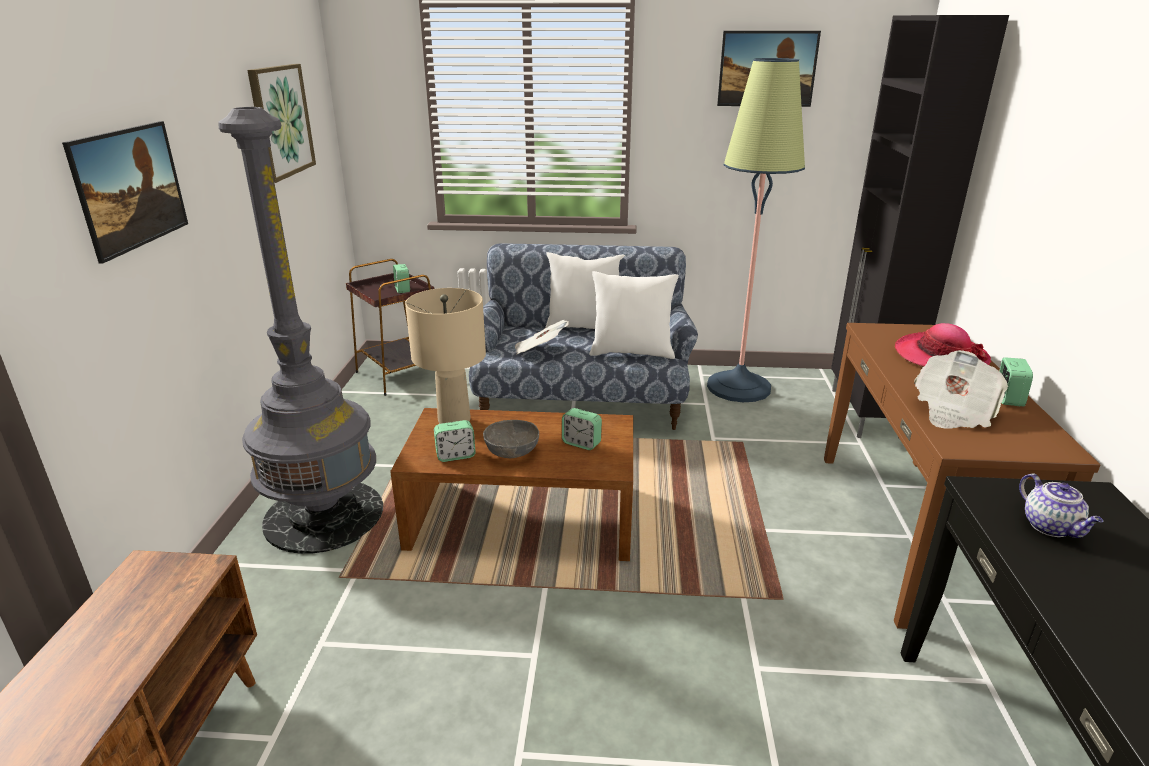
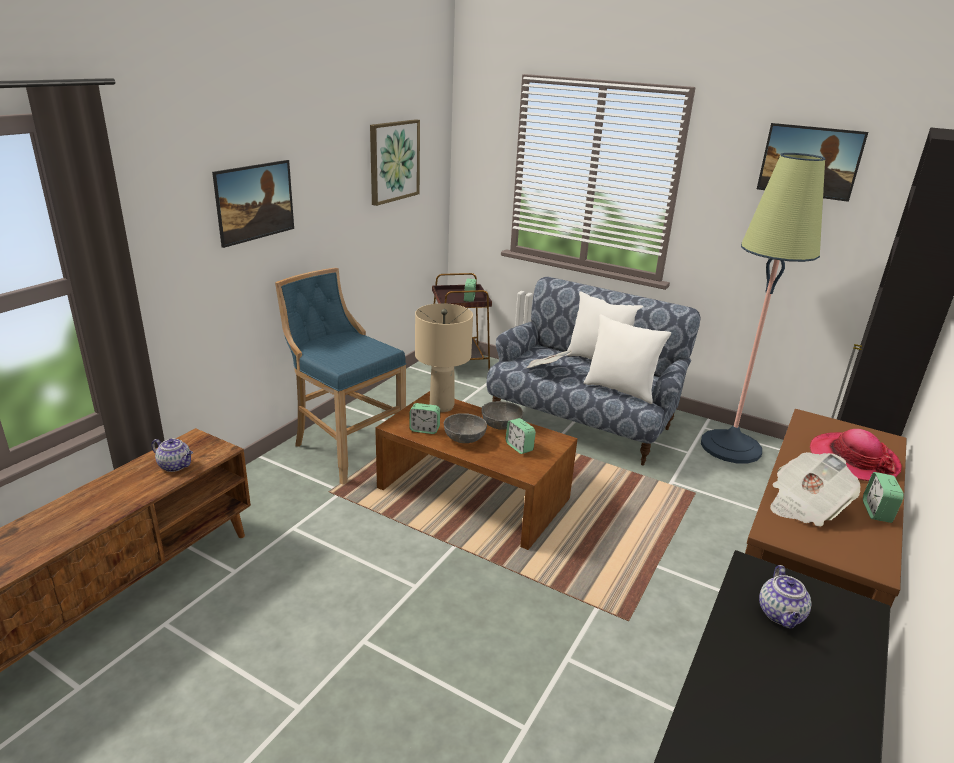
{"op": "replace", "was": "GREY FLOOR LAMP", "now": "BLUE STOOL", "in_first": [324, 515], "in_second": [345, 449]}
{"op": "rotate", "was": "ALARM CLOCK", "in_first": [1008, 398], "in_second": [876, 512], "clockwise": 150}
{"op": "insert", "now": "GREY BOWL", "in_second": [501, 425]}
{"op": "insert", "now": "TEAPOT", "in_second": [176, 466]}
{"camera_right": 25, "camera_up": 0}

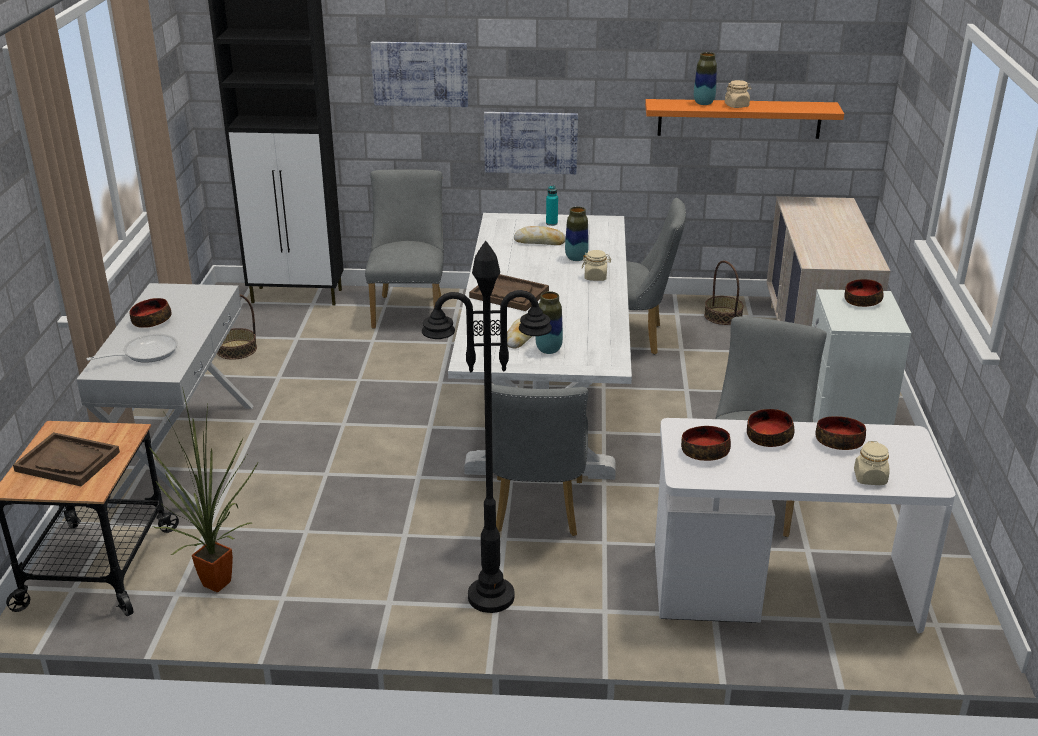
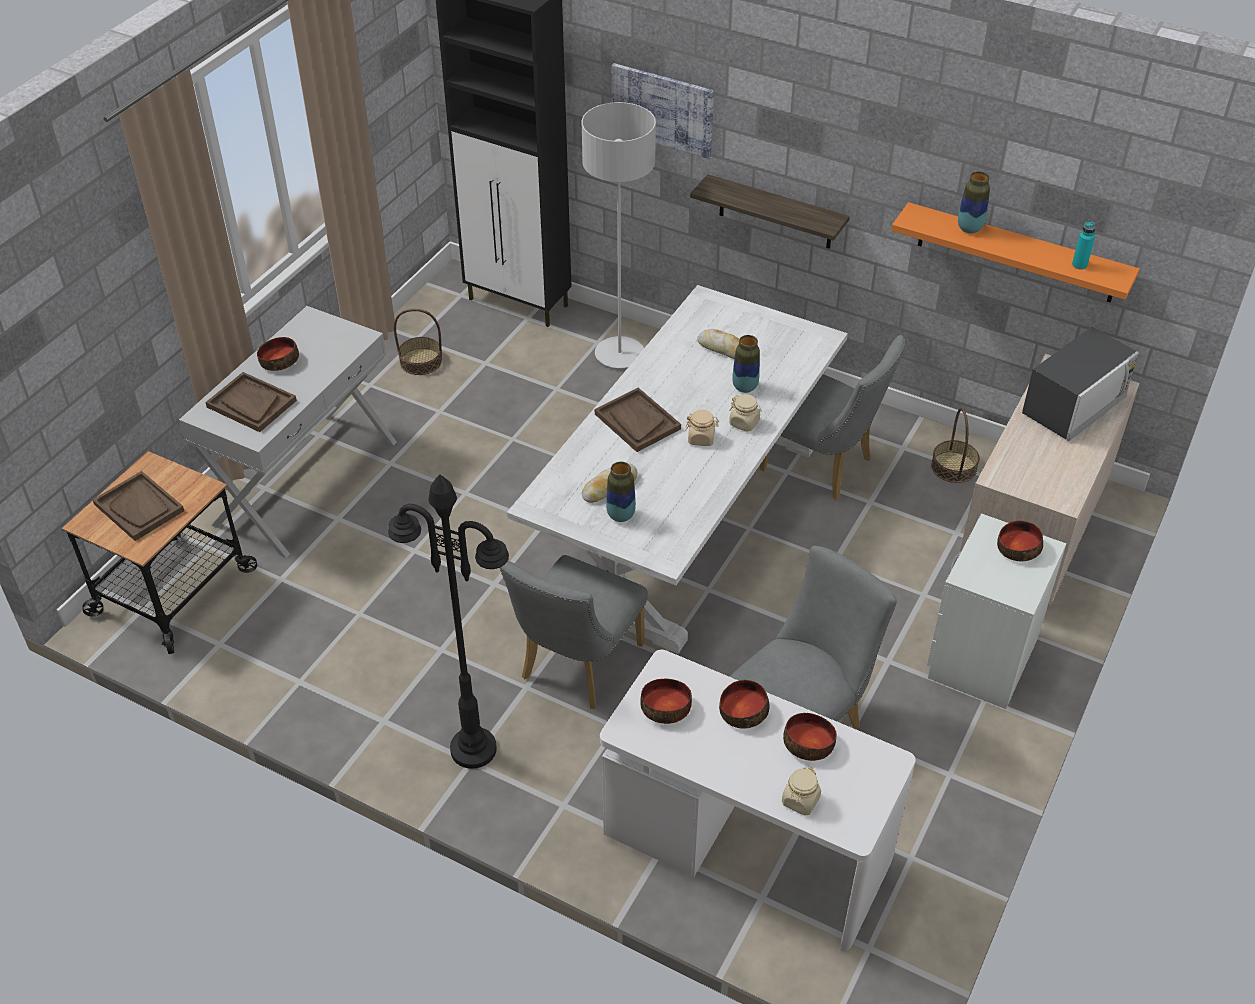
{"op": "move", "was": "BEIGE JAR", "in_first": [736, 105], "in_second": [701, 438]}
{"op": "replace", "was": "PICTURE", "now": "SHELF", "in_first": [530, 142], "in_second": [775, 213]}
{"op": "replace", "was": "GREY CHAIR", "now": "GREY FLOOR LAMP", "in_first": [409, 309], "in_second": [619, 354]}
{"op": "move", "was": "TURQUOISE BOTTLE", "in_first": [551, 223], "in_second": [1079, 265]}
{"op": "replace", "was": "FRYING PAN", "now": "BROWN TRAY", "in_first": [145, 353], "in_second": [251, 404]}
{"op": "delete", "was": "POTTED PLANT", "in_first": [221, 581]}
{"op": "insert", "now": "MICROWAVE", "in_second": [1074, 406]}
{"camera_right": 25, "camera_up": 15}

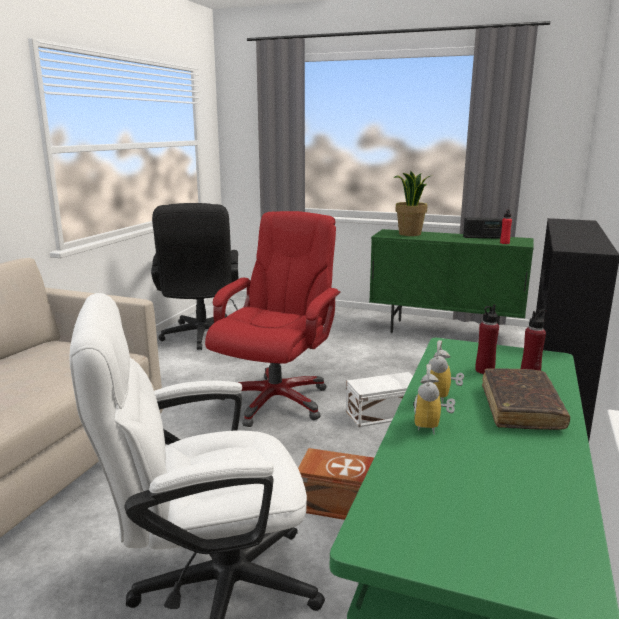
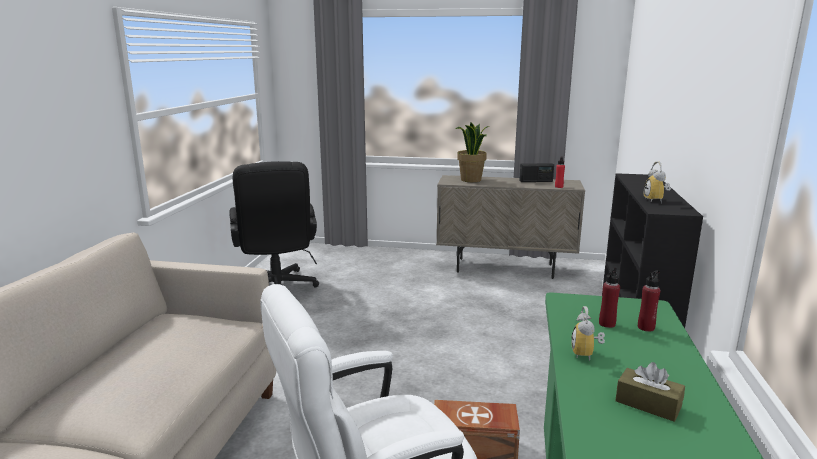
{"op": "delete", "was": "RED OFFICE CHAIR", "in_first": [275, 400]}
{"op": "recolor", "was": "GREEN CABINET", "now": "BEIGE CABINET", "in_first": [444, 332], "in_second": [505, 268]}
{"op": "move", "was": "ALARM CLOCK", "in_first": [432, 426], "in_second": [657, 200]}
{"op": "delete", "was": "BROWN BOOK", "in_first": [521, 408]}
{"op": "delete", "was": "WHITE STORAGE BOX", "in_first": [385, 414]}
{"op": "insert", "now": "BROWN TISSUE BOX", "in_second": [648, 404]}
{"camera_right": -10, "camera_up": 0}

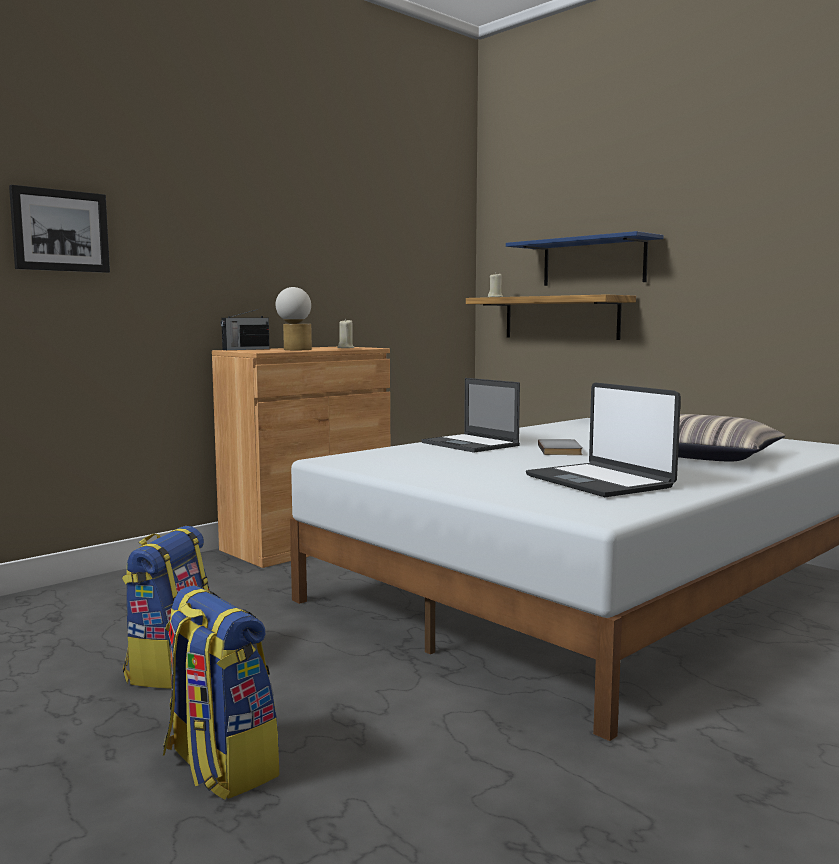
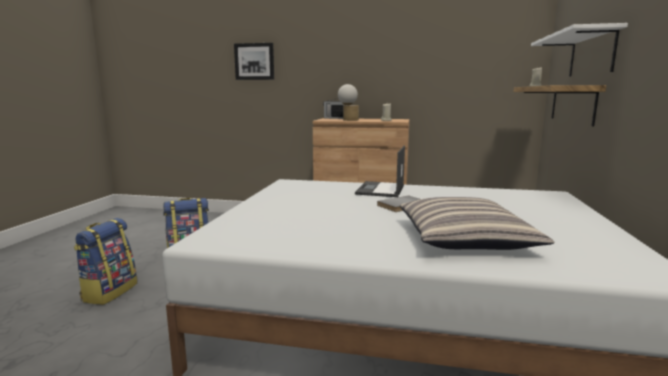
{"op": "recolor", "was": "BLUE SHELF", "now": "WHITE SHELF", "in_first": [593, 262], "in_second": [591, 54]}
{"op": "delete", "was": "LAPTOP", "in_first": [599, 482]}
{"camera_right": 55, "camera_up": 5}

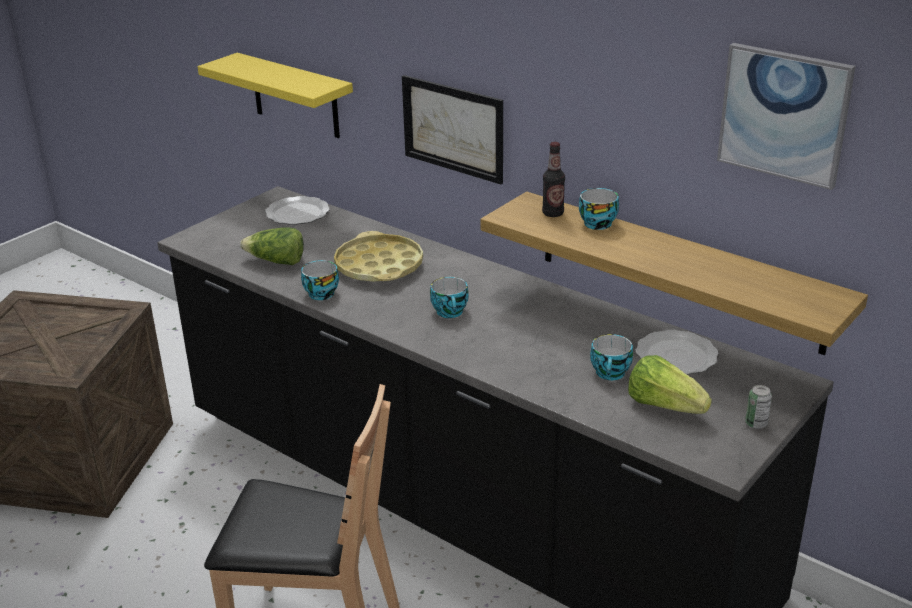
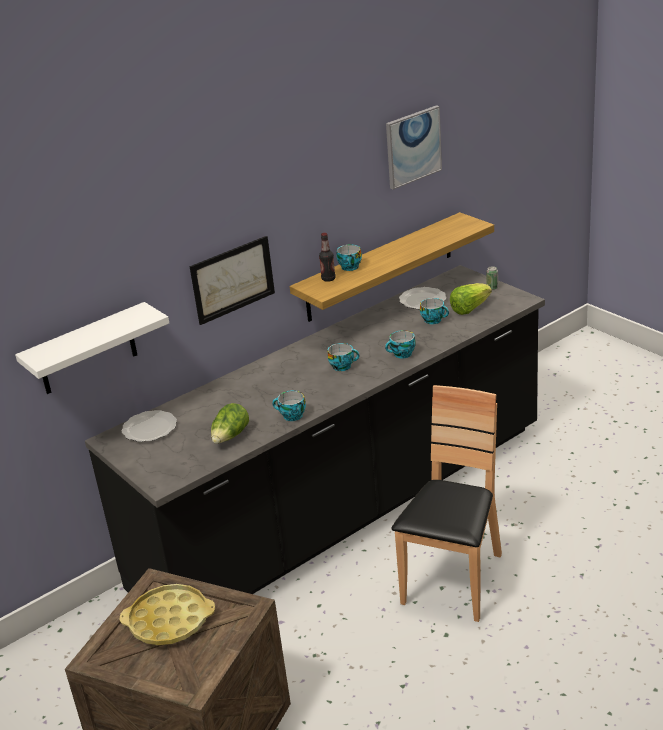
{"op": "recolor", "was": "YELLOW SHELF", "now": "WHITE SHELF", "in_first": [295, 96], "in_second": [87, 350]}
{"op": "move", "was": "YELLOW TRAY", "in_first": [379, 266], "in_second": [169, 621]}
{"op": "insert", "now": "CUP", "in_second": [402, 354]}
{"camera_right": -75, "camera_up": 0}

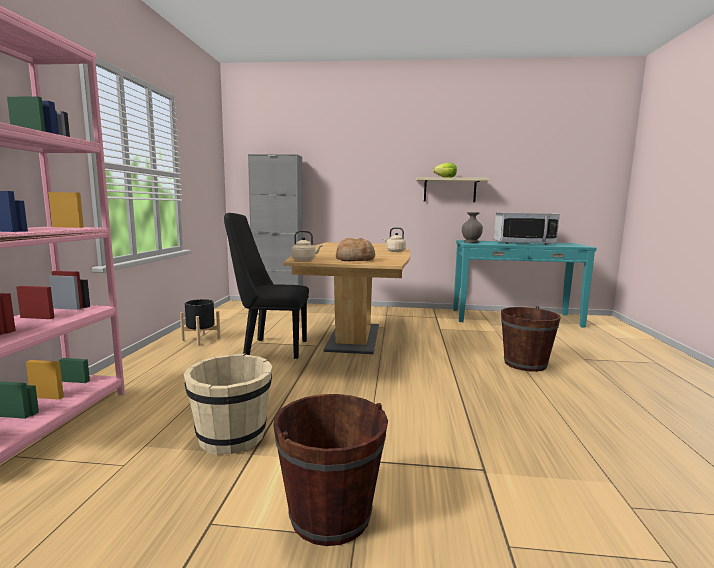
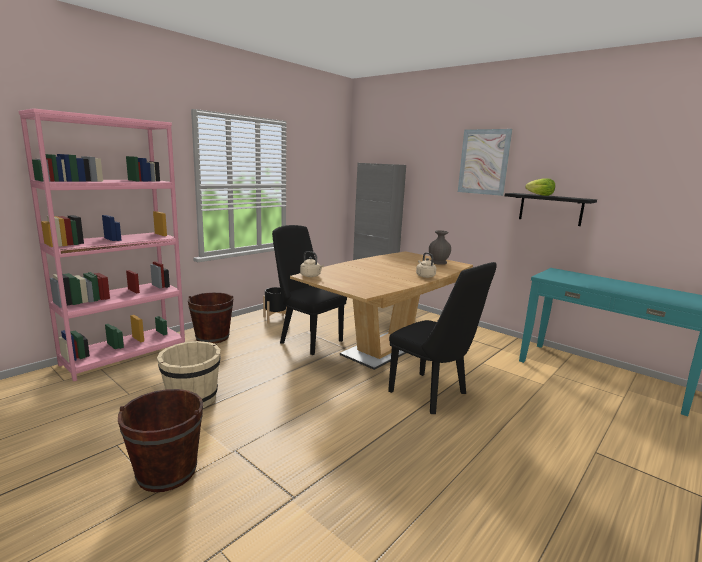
{"op": "recolor", "was": "BEIGE SHELF", "now": "BLACK SHELF", "in_first": [449, 190], "in_second": [550, 209]}
{"op": "move", "was": "GREY VASE", "in_first": [471, 242], "in_second": [438, 262]}
{"op": "delete", "was": "MICROWAVE", "in_first": [523, 243]}
{"op": "delete", "was": "BREAD", "in_first": [355, 259]}
{"op": "move", "was": "BROWN BUCKET", "in_first": [525, 364], "in_second": [212, 337]}
{"op": "insert", "now": "PICTURE", "in_second": [484, 162]}
{"op": "insert", "now": "BLACK CHAIR", "in_second": [433, 395]}
{"camera_right": 35, "camera_up": 5}

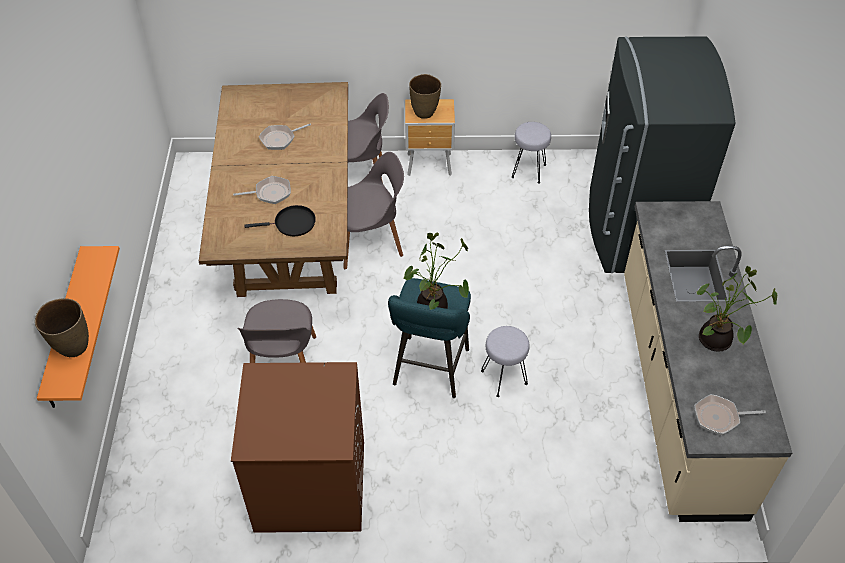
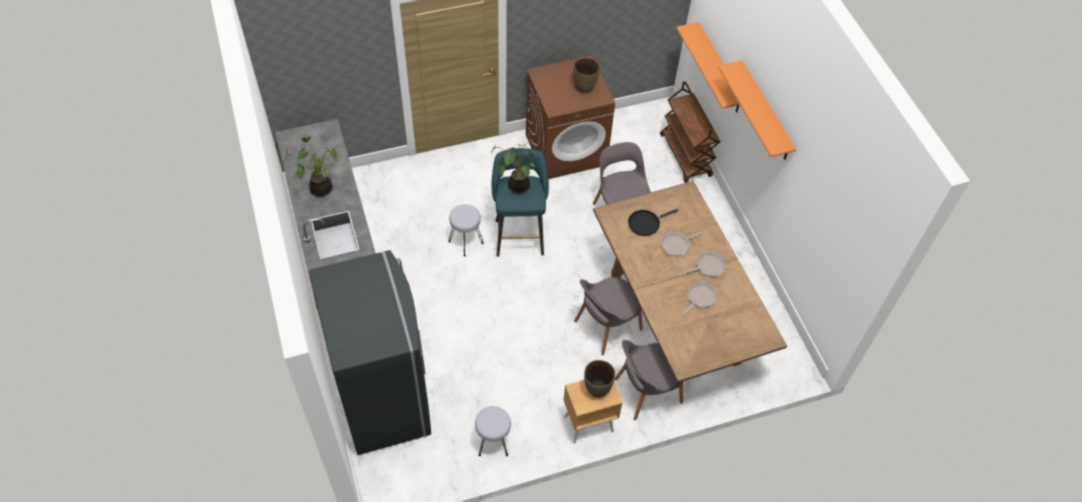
{"op": "move", "was": "BROWN VASE", "in_first": [73, 347], "in_second": [584, 87]}
{"op": "move", "was": "FRYING PAN", "in_first": [719, 417], "in_second": [708, 266]}
{"op": "insert", "now": "ORANGE SHELF", "in_second": [765, 112]}
{"op": "insert", "now": "BROWN CART", "in_second": [685, 156]}
{"camera_right": 160, "camera_up": 5}

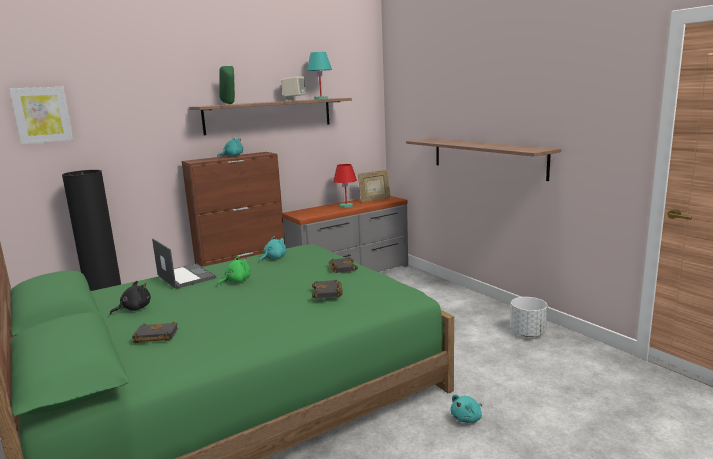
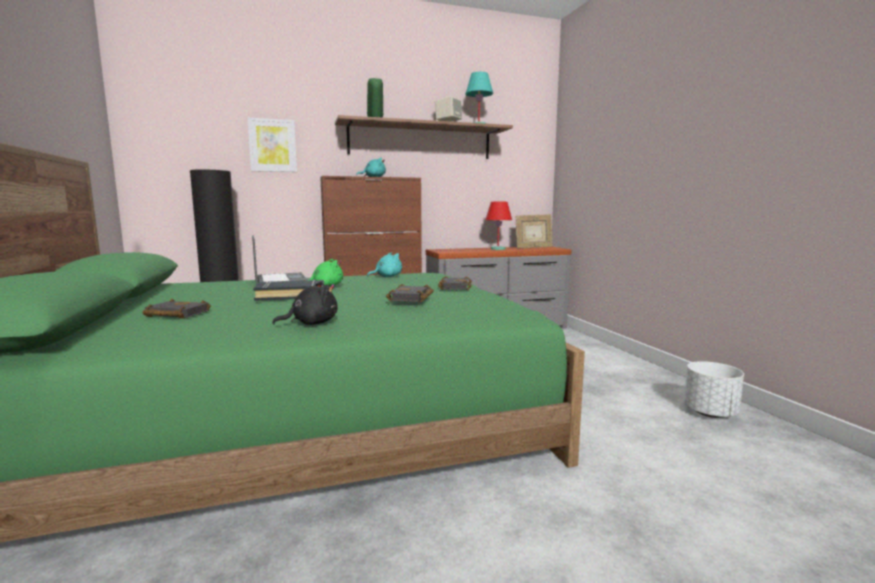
{"op": "move", "was": "PICTURE", "in_first": [42, 115], "in_second": [272, 145]}
{"op": "delete", "was": "SHELF", "in_first": [487, 157]}
{"op": "move", "was": "BLACK PLUSH TOY", "in_first": [134, 309], "in_second": [311, 323]}
{"op": "delete", "was": "TURQUOISE PLUSH TOY", "in_first": [467, 418]}
{"op": "insert", "now": "BLACK BOOK", "in_second": [291, 295]}
{"camera_right": 15, "camera_up": -5}

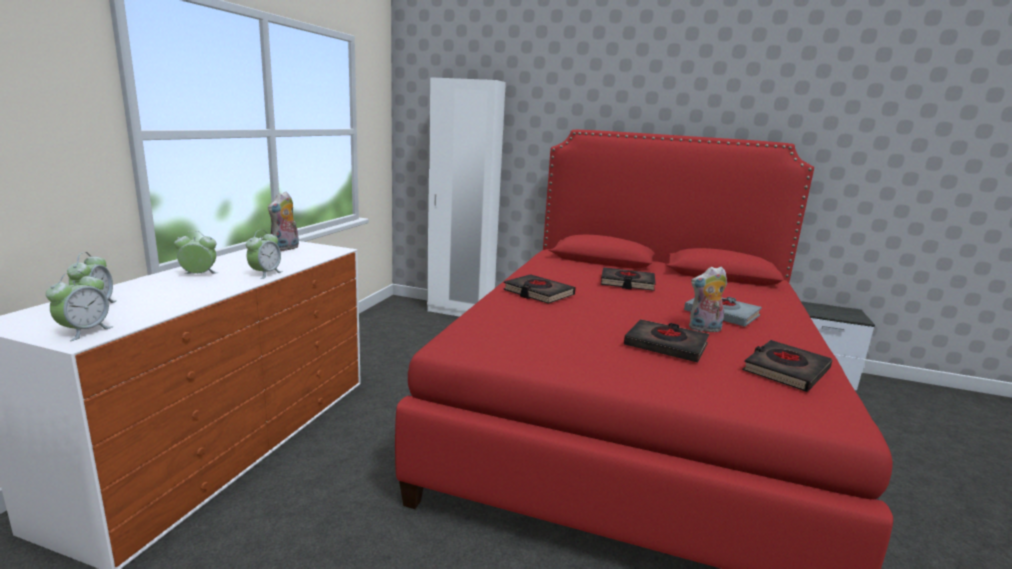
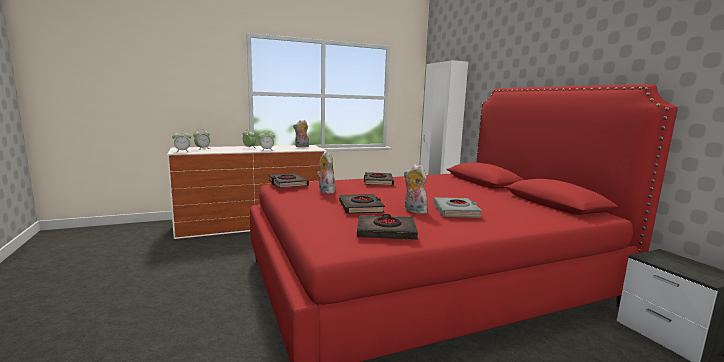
{"op": "move", "was": "BLACK BOOK", "in_first": [627, 283], "in_second": [287, 184]}
{"op": "insert", "now": "PLUSH TOY", "in_second": [325, 191]}
{"camera_right": 50, "camera_up": -5}

